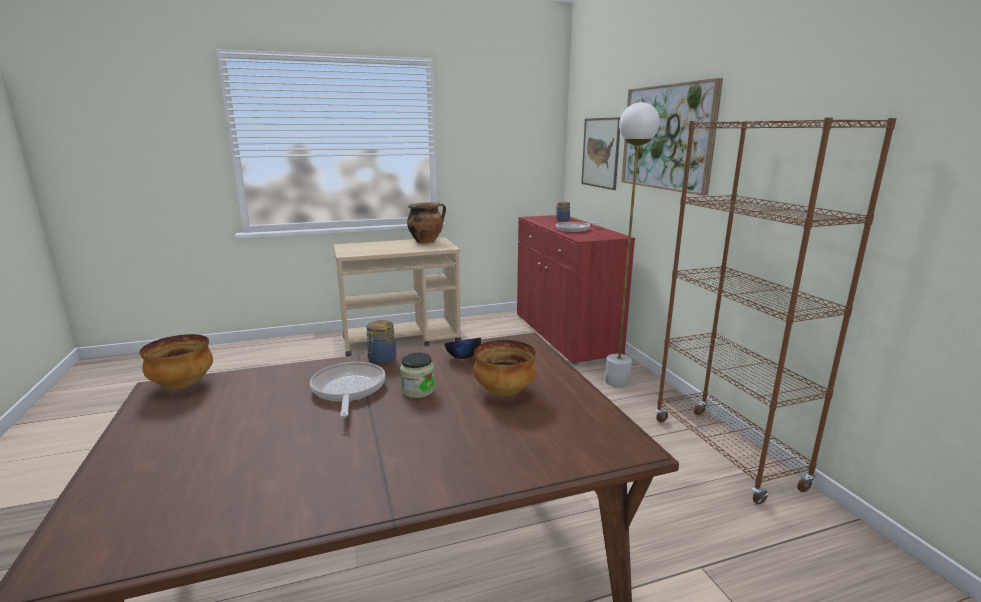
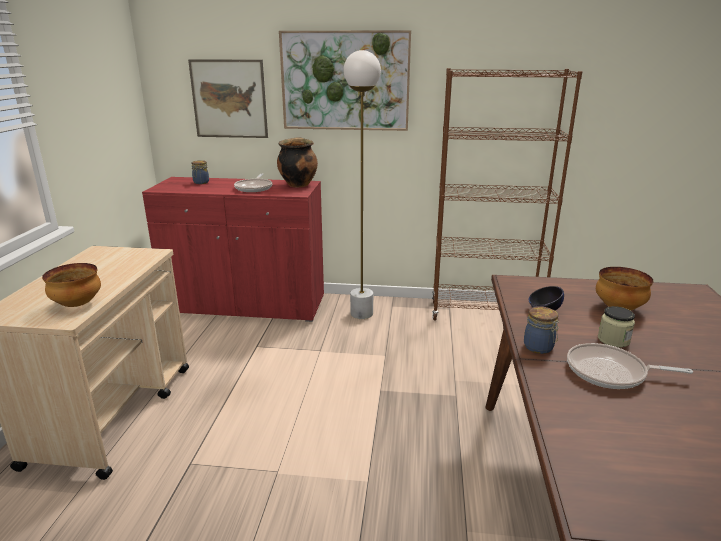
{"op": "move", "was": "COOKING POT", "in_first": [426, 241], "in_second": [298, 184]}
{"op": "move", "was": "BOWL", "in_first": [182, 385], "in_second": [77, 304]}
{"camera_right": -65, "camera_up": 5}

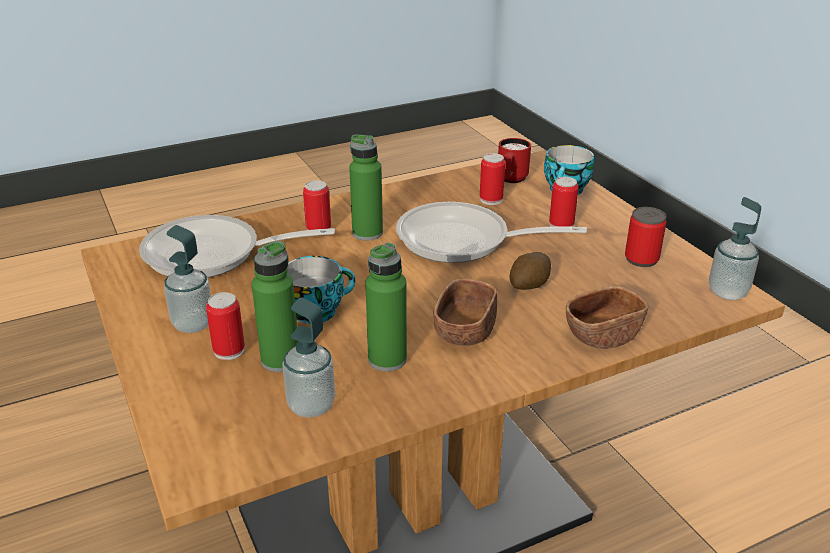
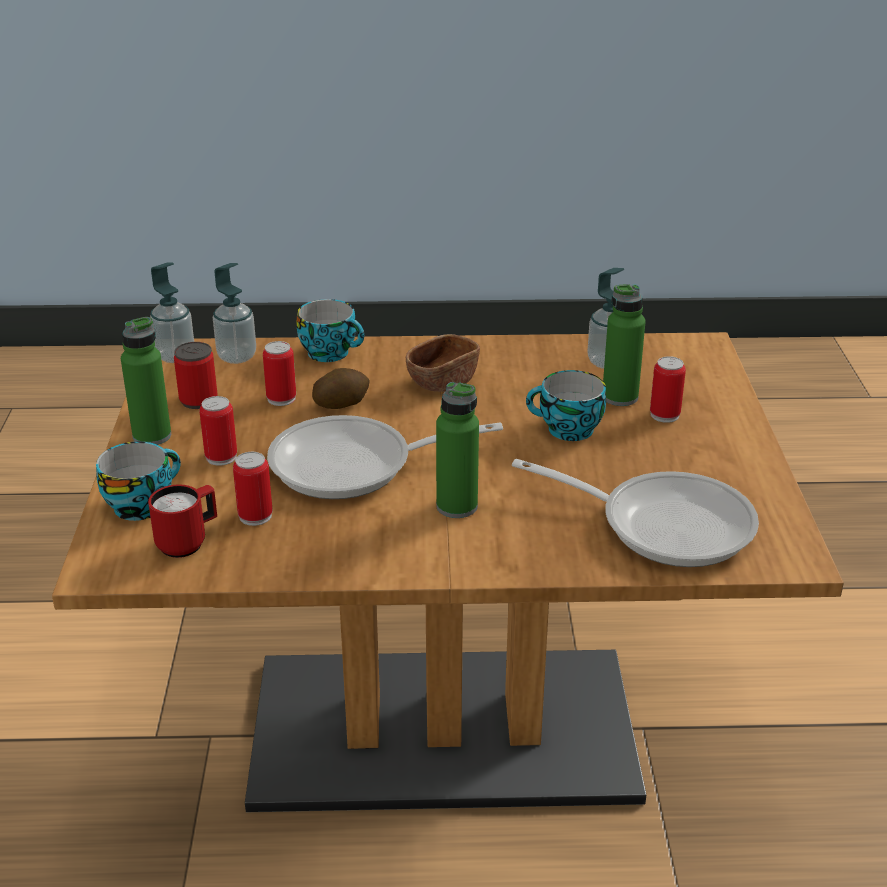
{"op": "move", "was": "CAN", "in_first": [318, 229], "in_second": [281, 398]}
{"op": "rotate", "was": "FRYING PAN", "in_first": [463, 241], "in_second": [354, 466], "clockwise": 135}
{"op": "move", "was": "SOAP DISPENSER", "in_first": [193, 324], "in_second": [237, 357]}
{"op": "move", "was": "GREEN BOTTLE", "in_first": [387, 359], "in_second": [152, 436]}
{"op": "replace", "was": "BROWN BOWL", "now": "CUP", "in_first": [602, 335], "in_second": [331, 352]}
{"camera_right": -155, "camera_up": 0}

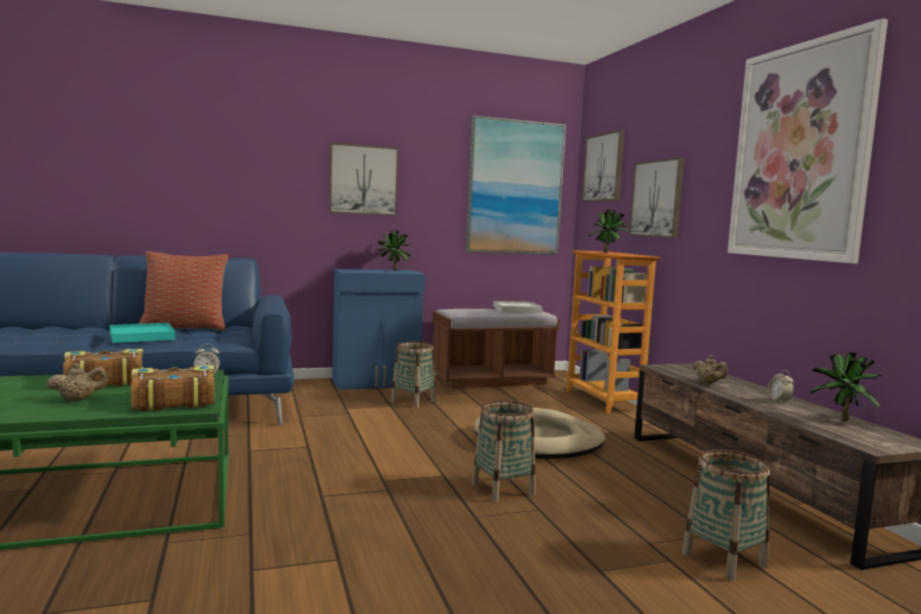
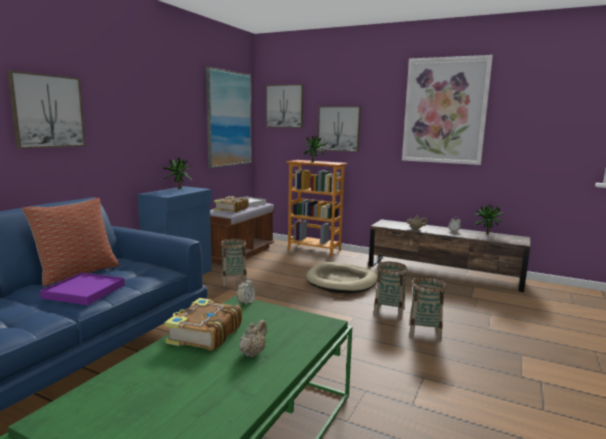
{"op": "move", "was": "PICTURE", "in_first": [363, 180], "in_second": [48, 111]}
{"op": "recolor", "was": "TURQUOISE TRAY", "now": "PURPLE TRAY", "in_first": [141, 336], "in_second": [84, 291]}
{"op": "move", "was": "BOOK", "in_first": [172, 401], "in_second": [231, 209]}
{"op": "move", "was": "BASKET", "in_first": [724, 560], "in_second": [424, 332]}
{"camera_right": -45, "camera_up": 5}

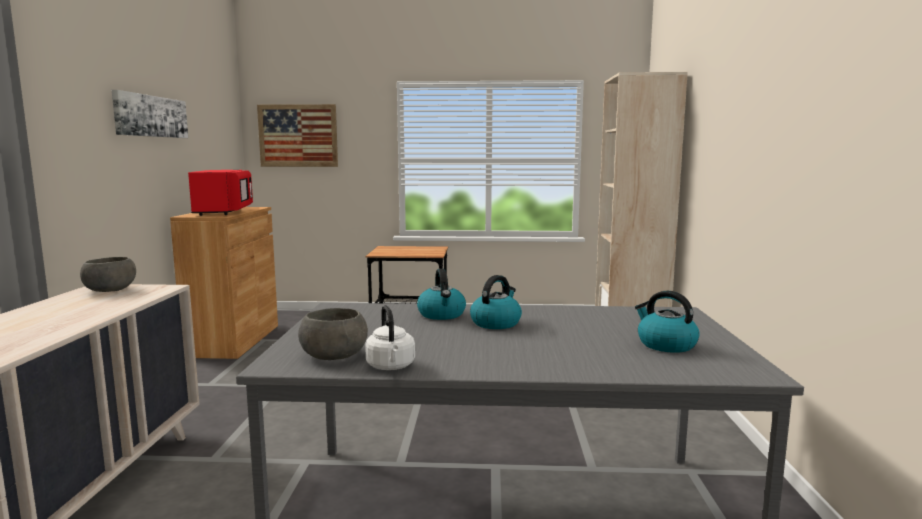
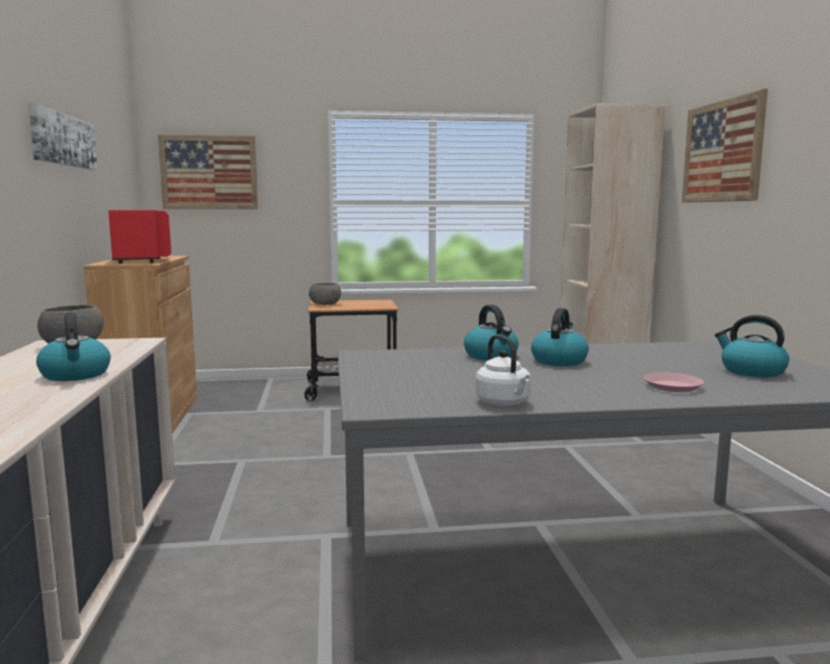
{"op": "move", "was": "GREY BOWL", "in_first": [335, 355], "in_second": [325, 304]}
{"op": "insert", "now": "PICTURE", "in_second": [722, 151]}
{"op": "insert", "now": "KETTLE", "in_second": [76, 375]}
{"op": "insert", "now": "PINK PLATE", "in_second": [673, 386]}
{"camera_right": -10, "camera_up": 0}

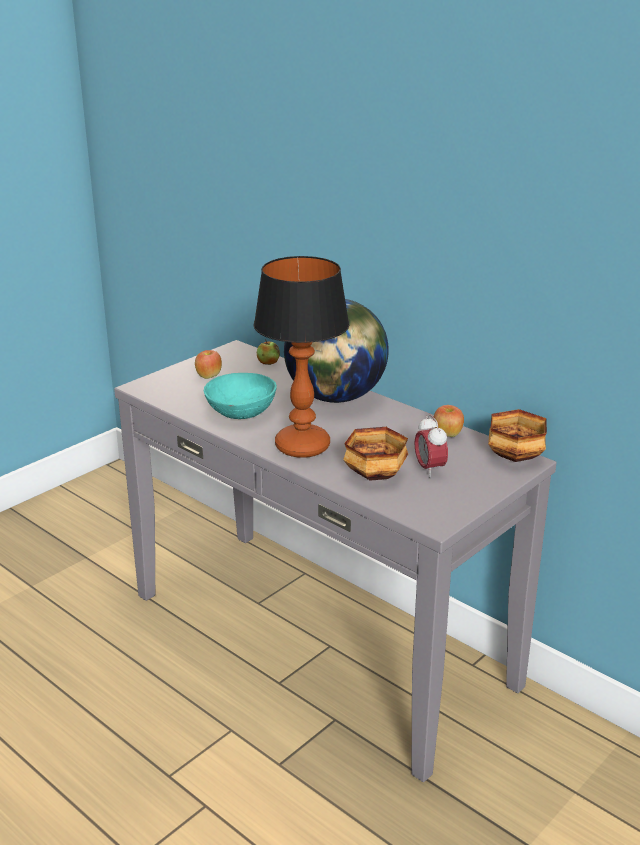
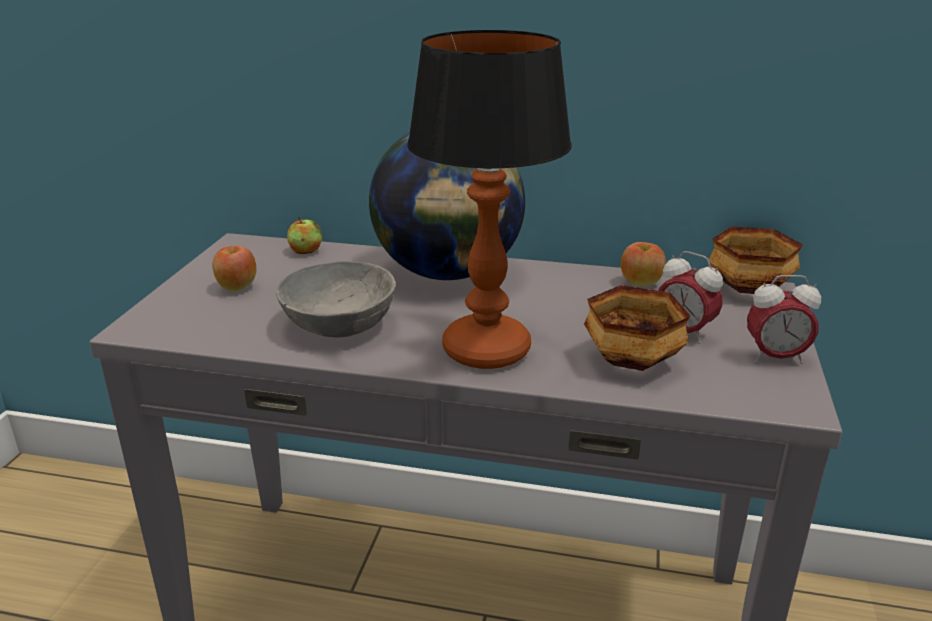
{"op": "recolor", "was": "TURQUOISE BOWL", "now": "GREY BOWL", "in_first": [242, 411], "in_second": [340, 323]}
{"op": "insert", "now": "ALARM CLOCK", "in_second": [775, 358]}
{"camera_right": -30, "camera_up": 0}

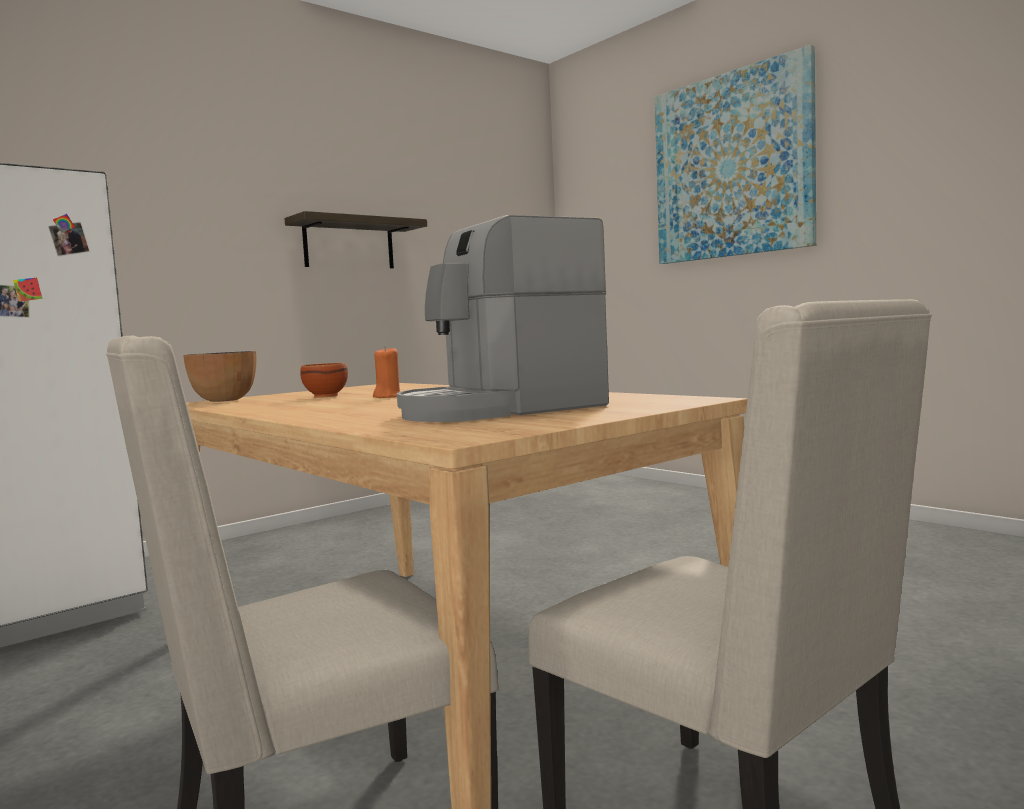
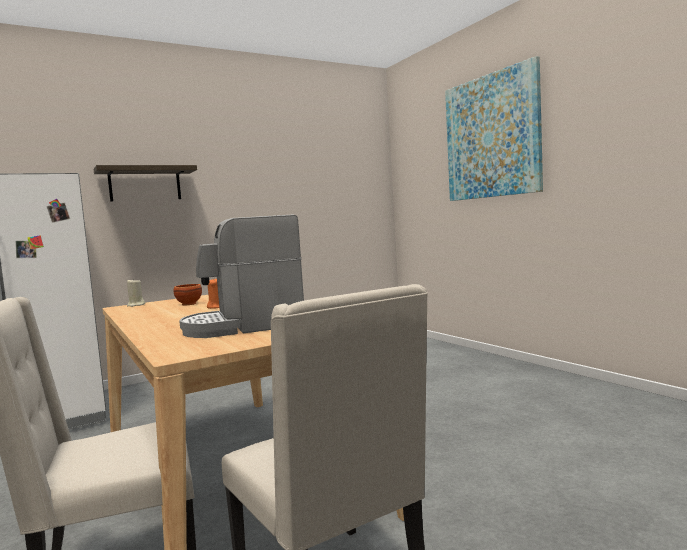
{"op": "move", "was": "SHELF", "in_first": [349, 244], "in_second": [145, 184]}
{"op": "replace", "was": "BOWL", "now": "BEIGE CANDLE", "in_first": [224, 400], "in_second": [136, 305]}
{"camera_right": 10, "camera_up": 0}

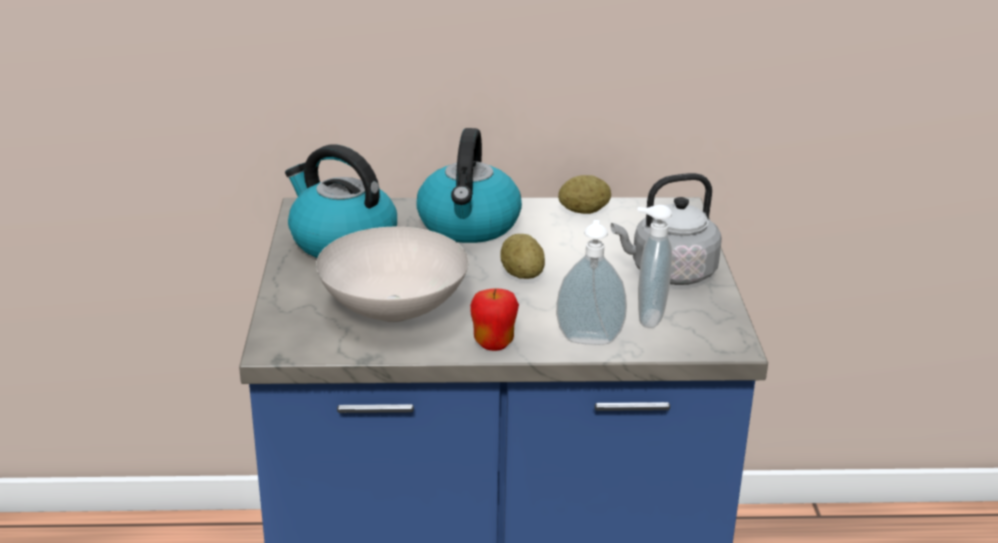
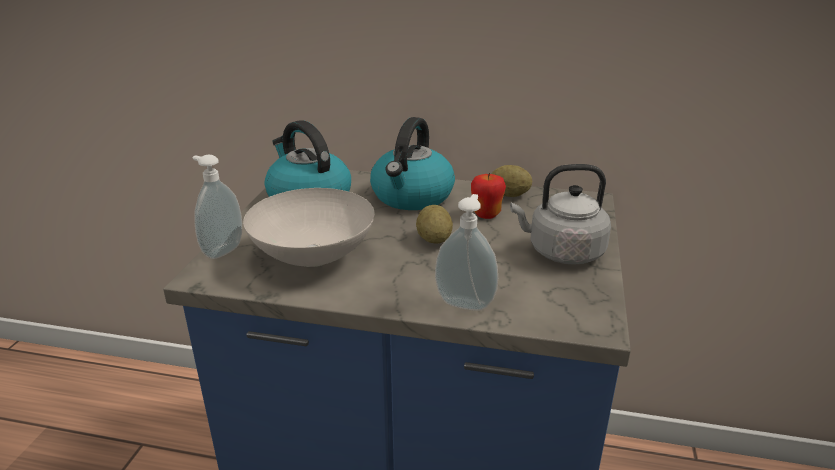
{"op": "move", "was": "SOAP DISPENSER", "in_first": [647, 317], "in_second": [221, 250]}
{"op": "move", "was": "APPLE", "in_first": [493, 344], "in_second": [486, 214]}
{"camera_right": 15, "camera_up": 0}

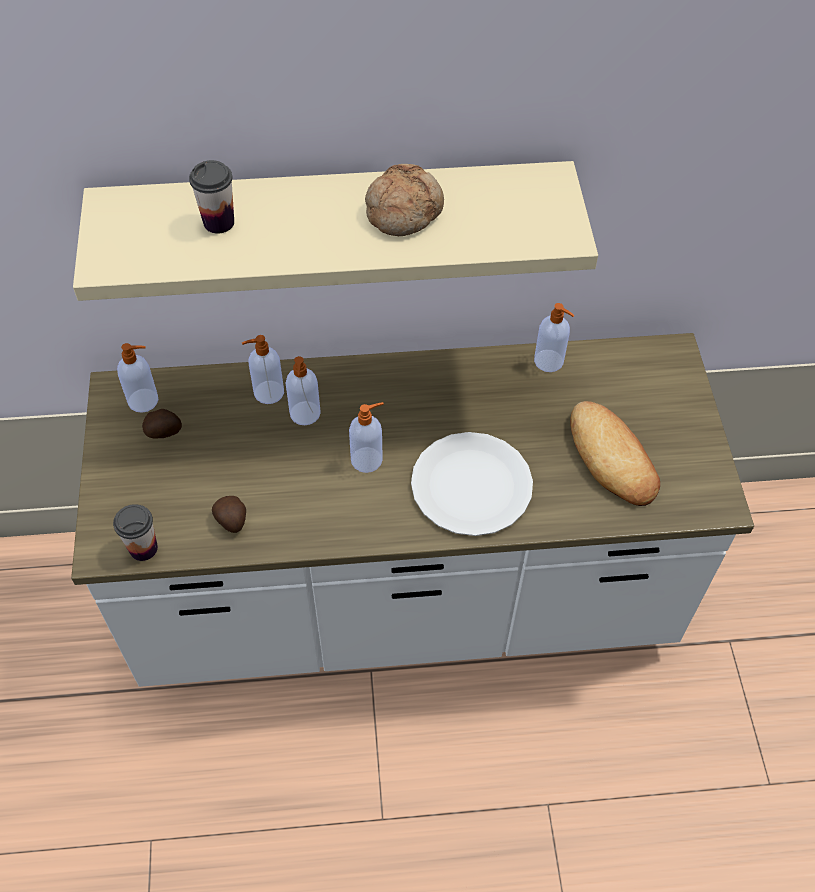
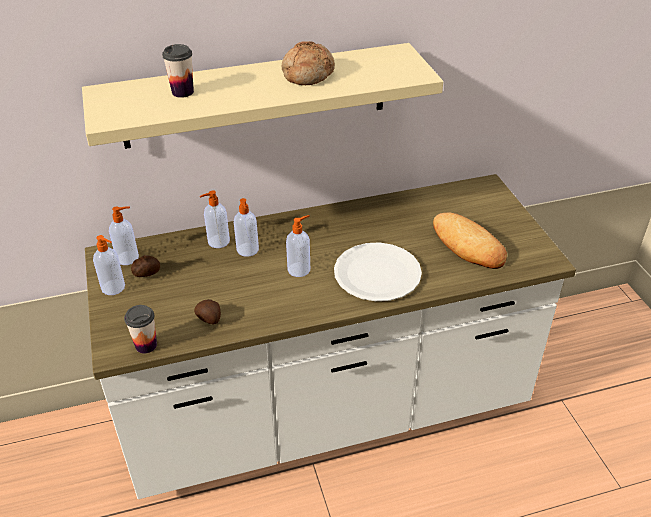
{"op": "move", "was": "SOAP DISPENSER", "in_first": [549, 361], "in_second": [114, 288]}
{"camera_right": -10, "camera_up": -15}

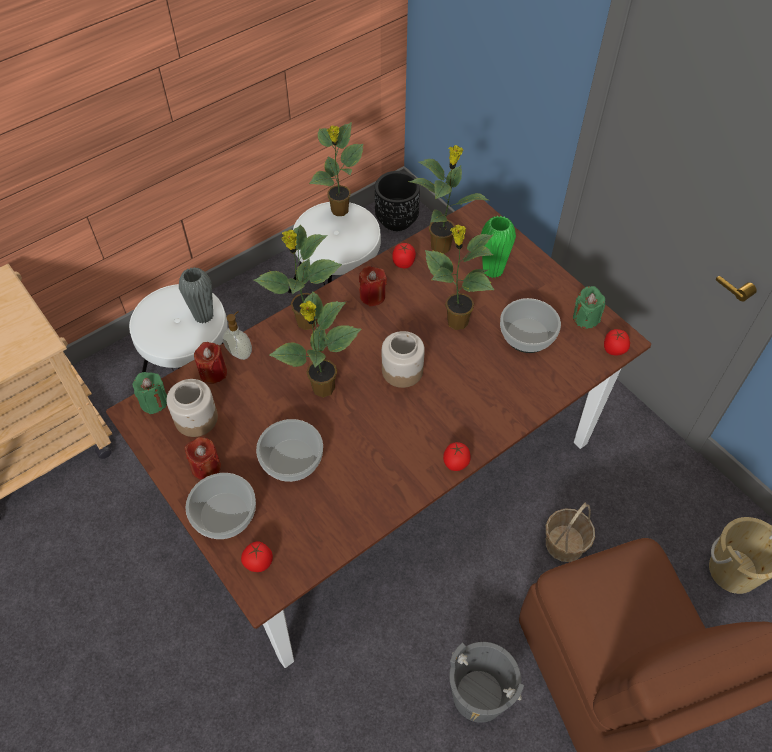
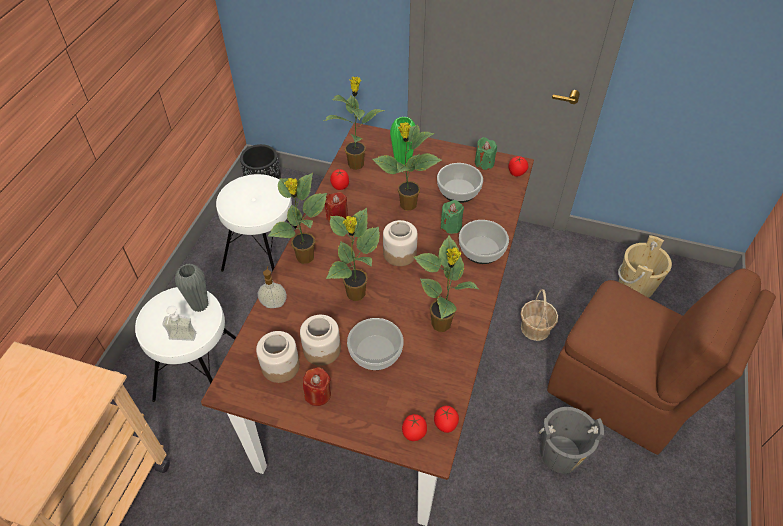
{"op": "move", "was": "POTTED PLANT", "in_first": [339, 211], "in_second": [442, 325]}
{"op": "delete", "was": "RED CANDLE", "in_first": [213, 372]}
{"op": "move", "was": "GREEN CANDLE", "in_first": [154, 402], "in_second": [451, 226]}
{"op": "move", "was": "TOMATO", "in_first": [455, 463], "in_second": [445, 425]}
{"op": "move", "was": "BOWL", "in_first": [225, 514], "in_second": [482, 249]}
{"op": "insert", "now": "SOAP DISPENSER", "in_second": [181, 340]}
{"op": "insert", "now": "JAR", "in_second": [321, 349]}
{"camera_right": -35, "camera_up": -5}

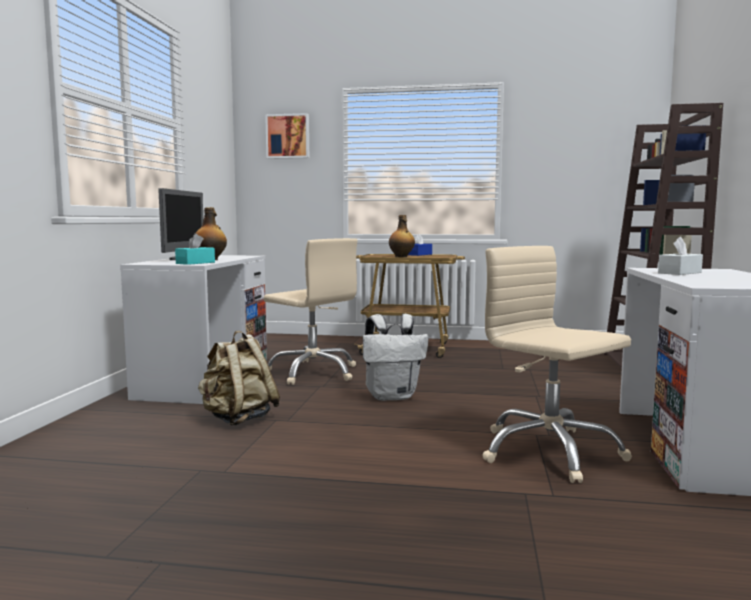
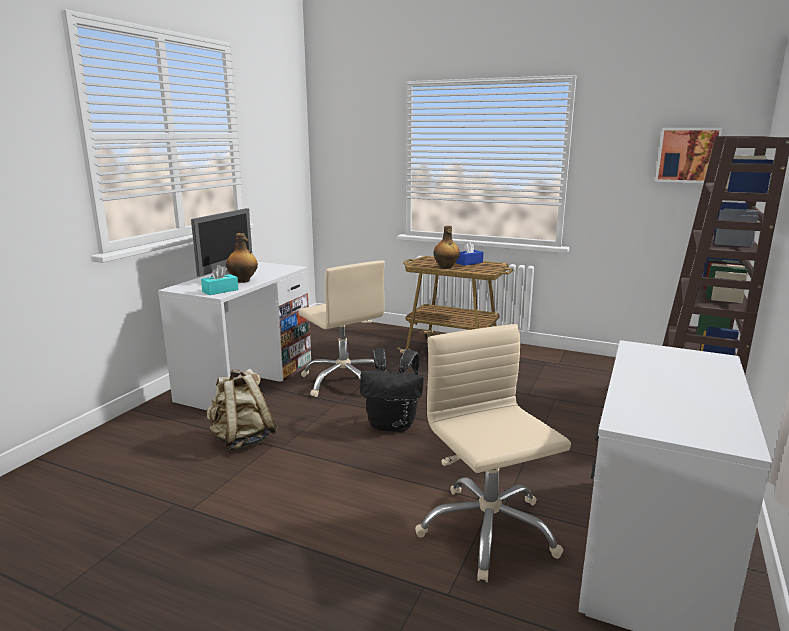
{"op": "move", "was": "PICTURE", "in_first": [288, 136], "in_second": [687, 155]}
{"op": "delete", "was": "WHITE TISSUE BOX", "in_first": [679, 273]}
{"op": "recolor", "was": "WHITE BACKPACK", "now": "BLACK BACKPACK", "in_first": [392, 396], "in_second": [393, 425]}
{"camera_right": 15, "camera_up": 10}

